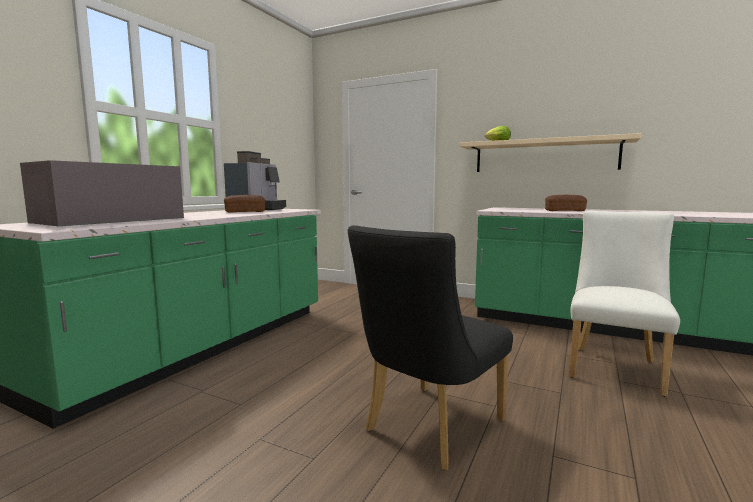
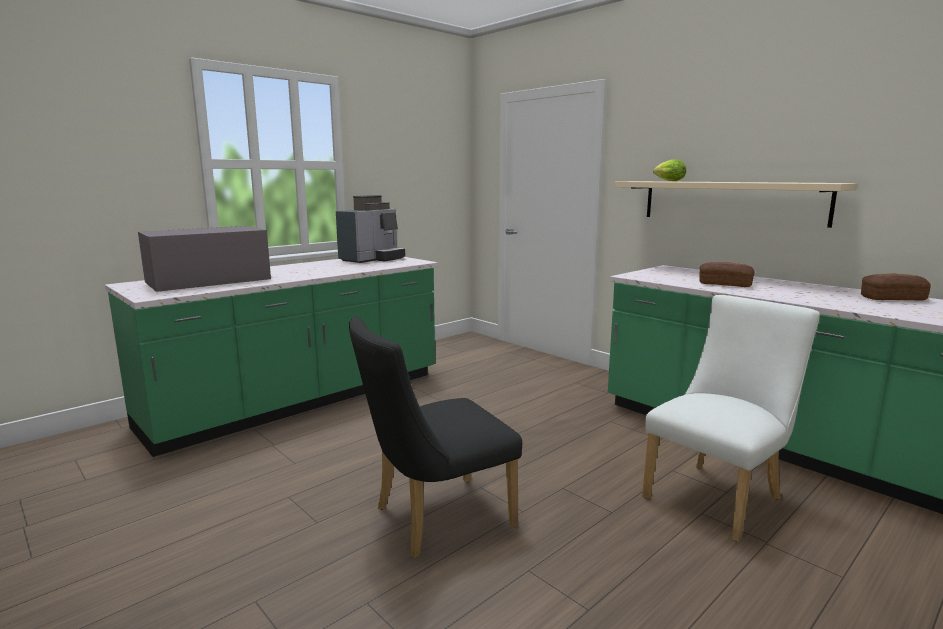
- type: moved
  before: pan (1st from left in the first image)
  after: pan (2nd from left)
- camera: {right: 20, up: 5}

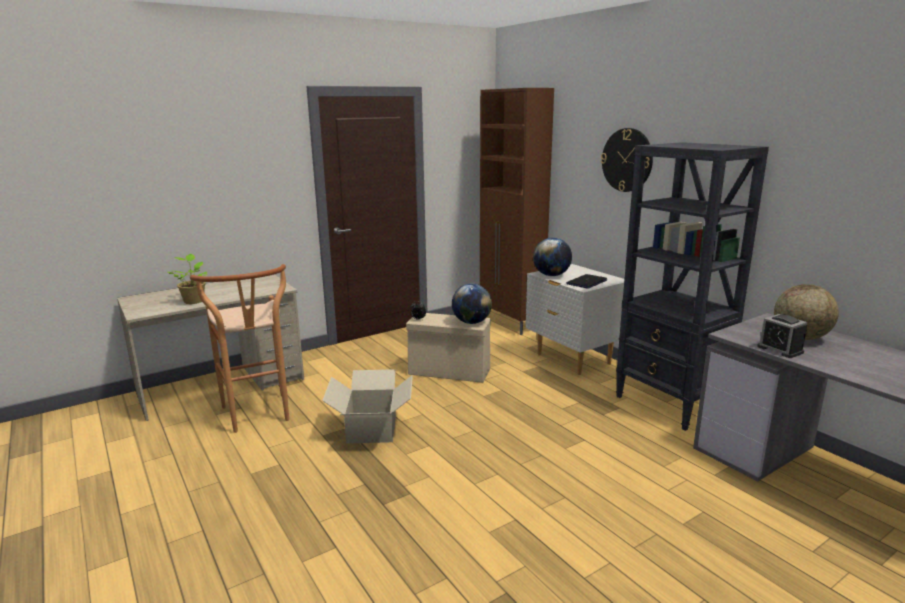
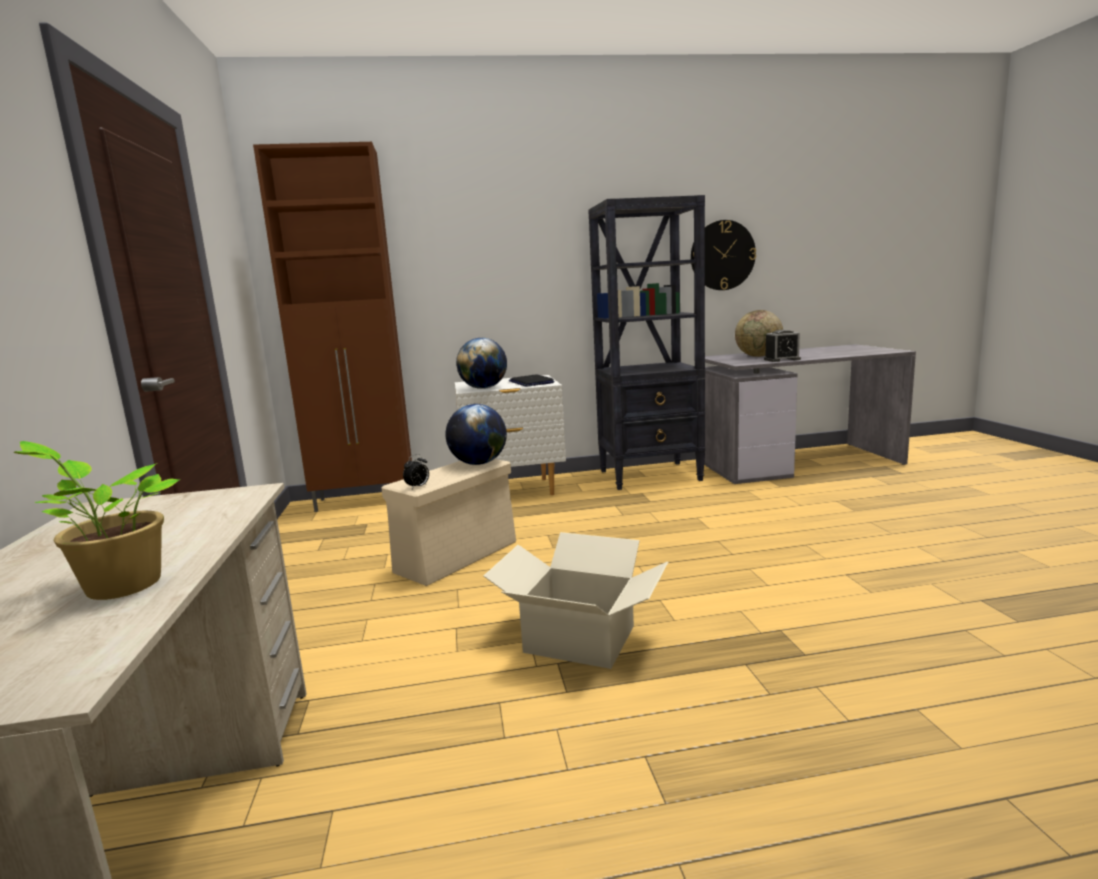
- type: removed
  before: taburete (marrón)
- type: moved
  before: reloj de pared
- camera: {right: -65, up: -5}

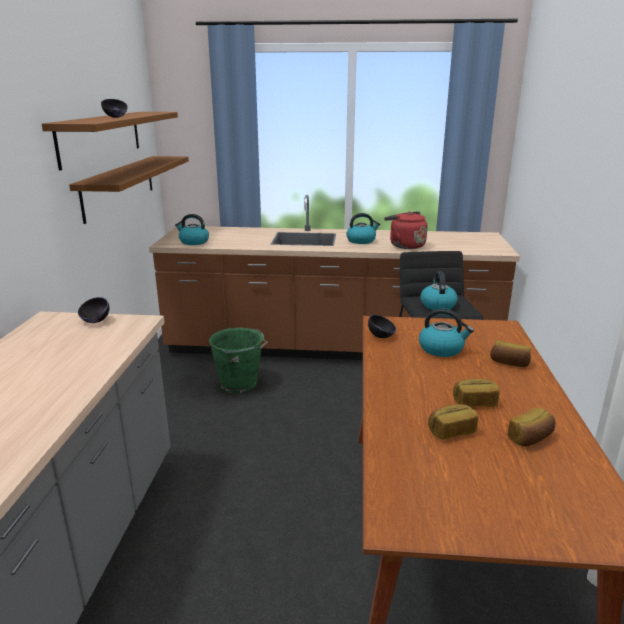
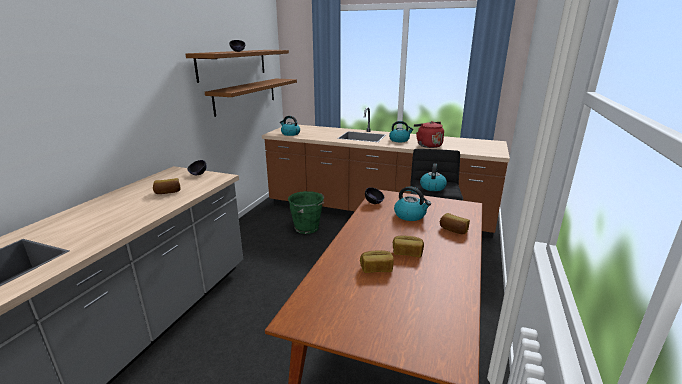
- type: moved
  before: pan (4th from left in the first image)
  after: pan (1st from left)
- camera: {right: 15, up: 0}

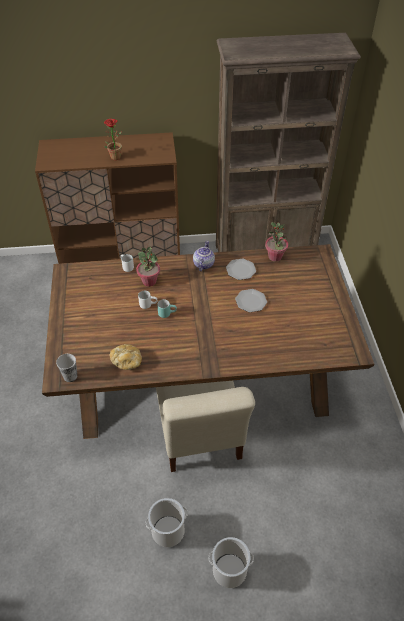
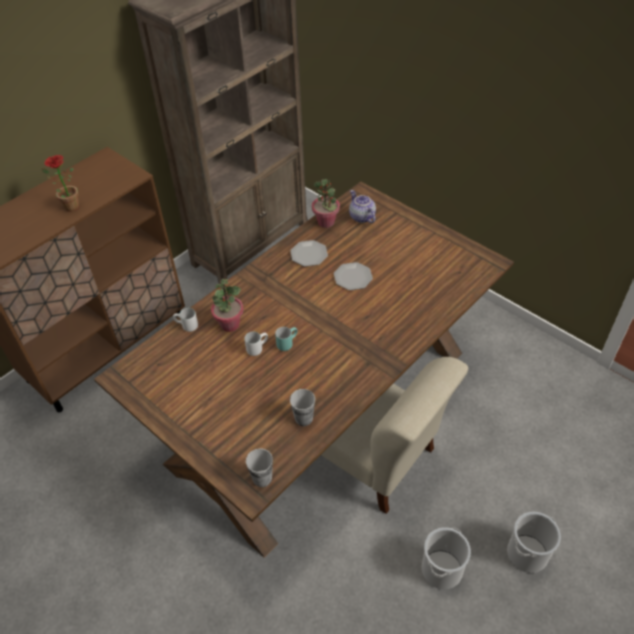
- type: replaced
  before: pan
  after: taza (2nd from left)
- type: moved
  before: tetera
- camera: {right: -40, up: 0}

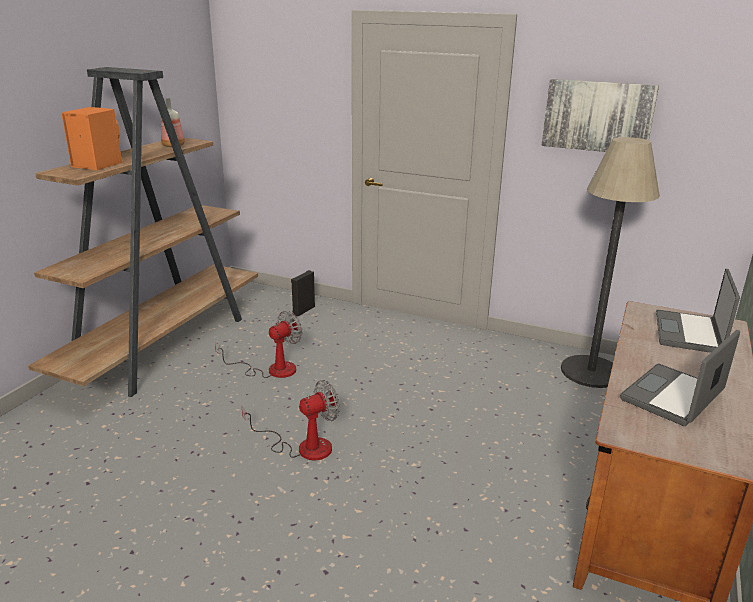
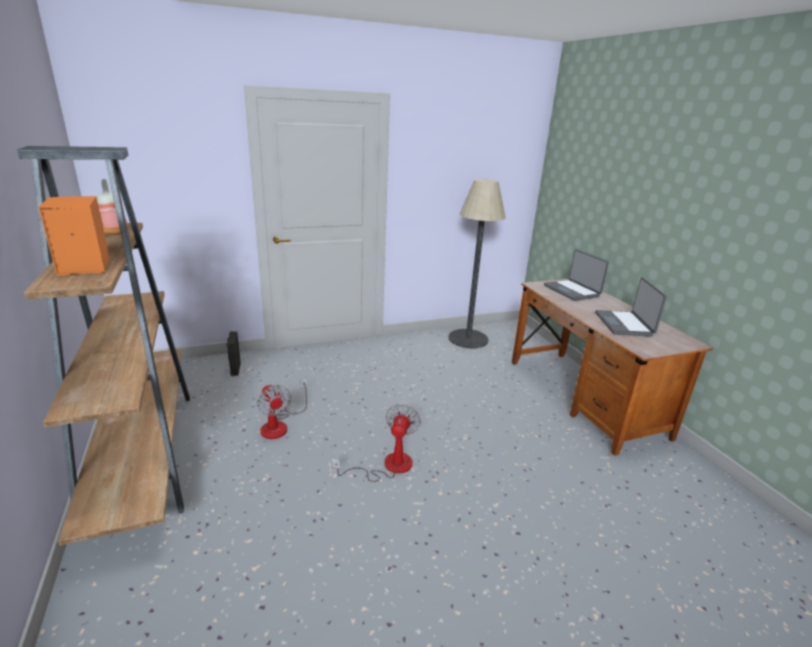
- type: turned
  before: ventilador (1st from left)
  turn: 150
- type: removed
  before: cuadro
- camera: {right: -45, up: 0}

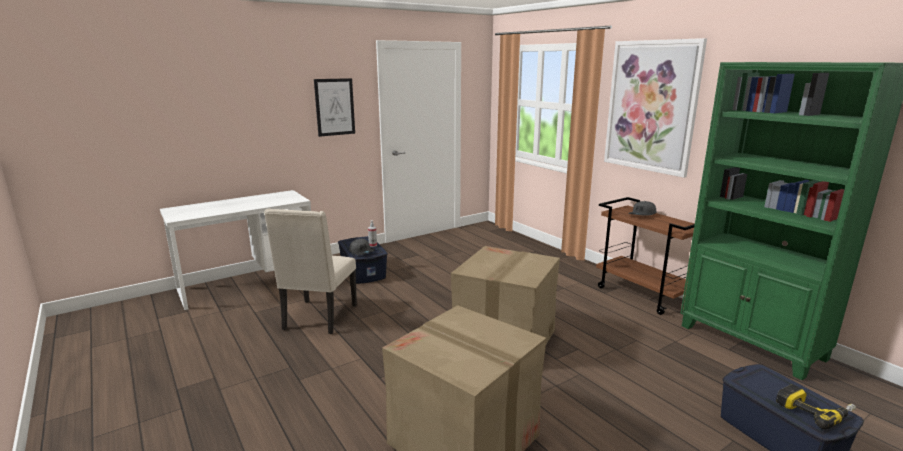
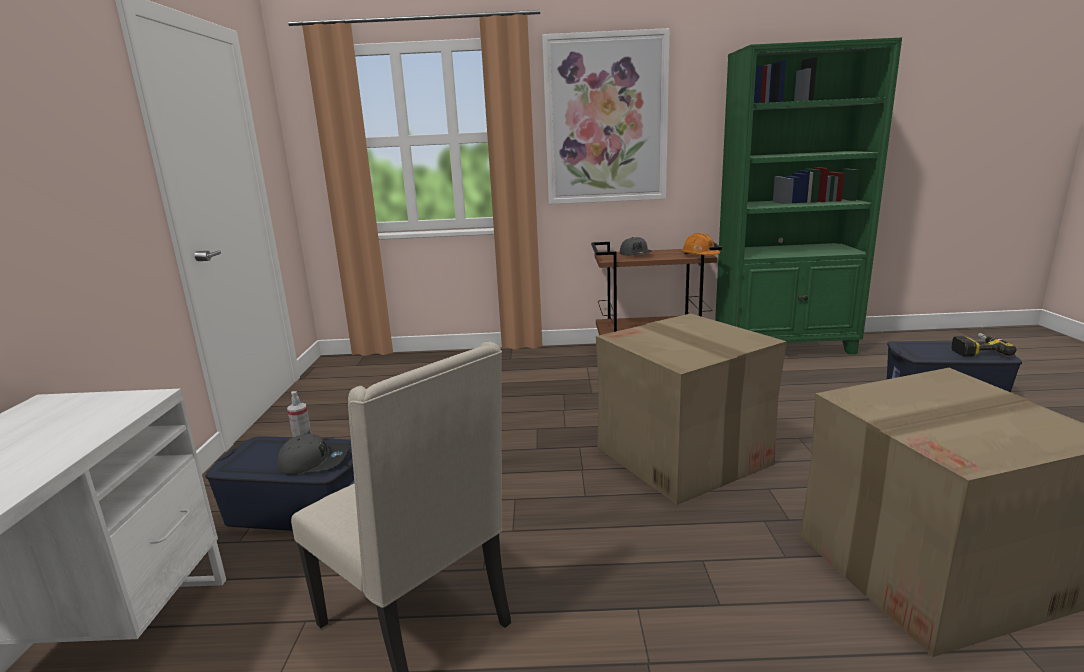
- type: removed
  before: cuadro (1st from left)
- type: added
  after: casco (naranja)
- camera: {right: -55, up: 0}

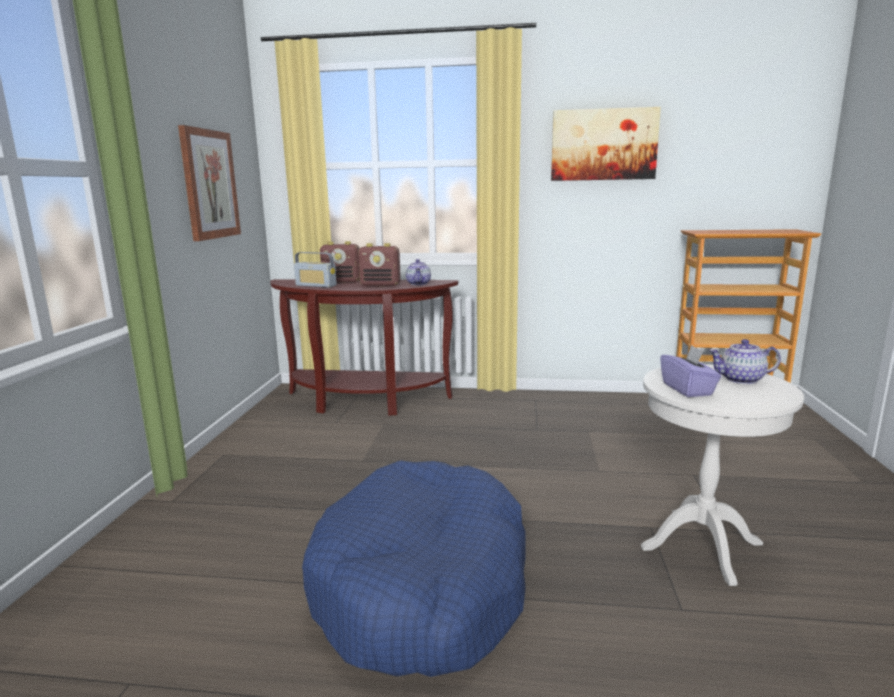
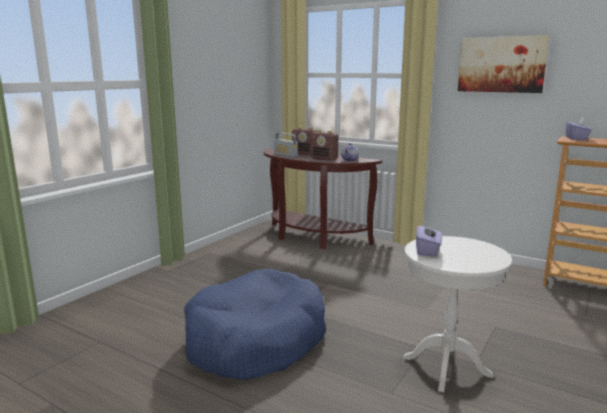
- type: removed
  before: cuadro (1st from left)
- type: removed
  before: tetera (2nd from left)
- type: added
  after: caja de pañuelos (morado) (2nd from left)
- camera: {right: 25, up: 0}

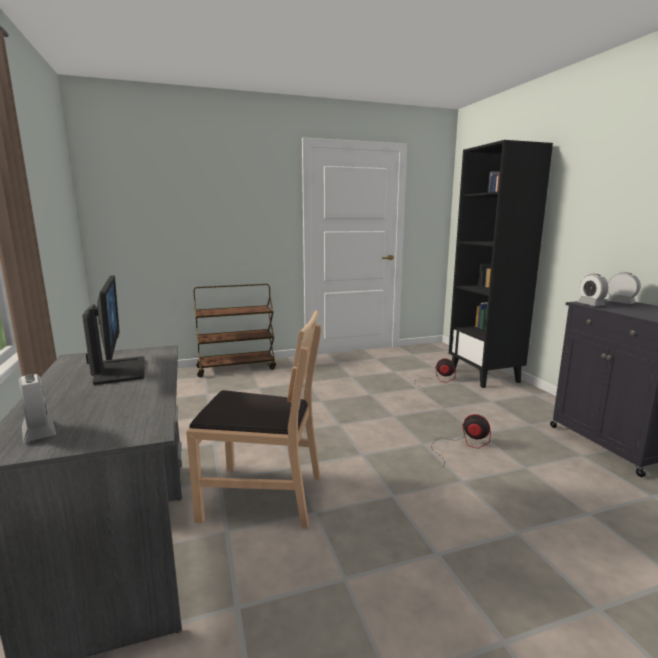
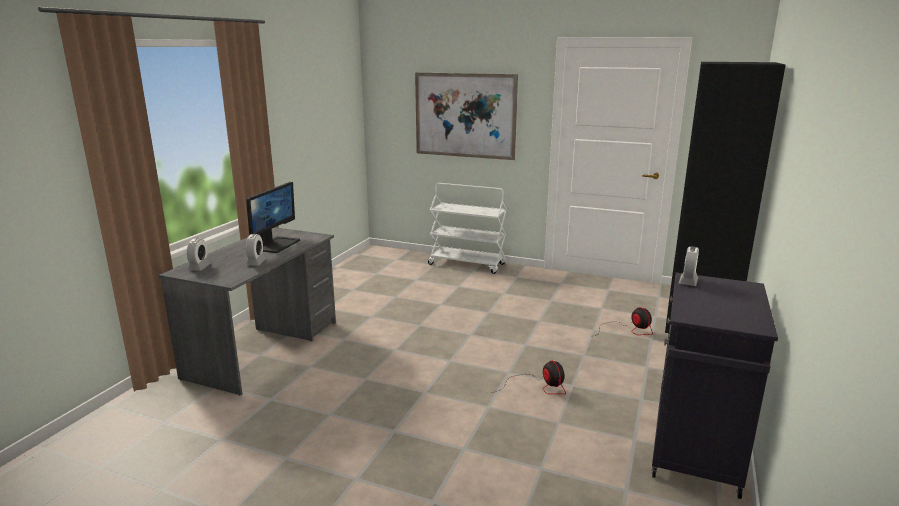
- type: removed
  before: silla (marrón)
- type: recoloured
  before: carrito (marrón)
  after: carrito (blanco)
- type: moved
  before: despertador (3rd from left in the first image)
  after: despertador (2nd from left)
- type: added
  after: cuadro
- camera: {right: 40, up: 5}

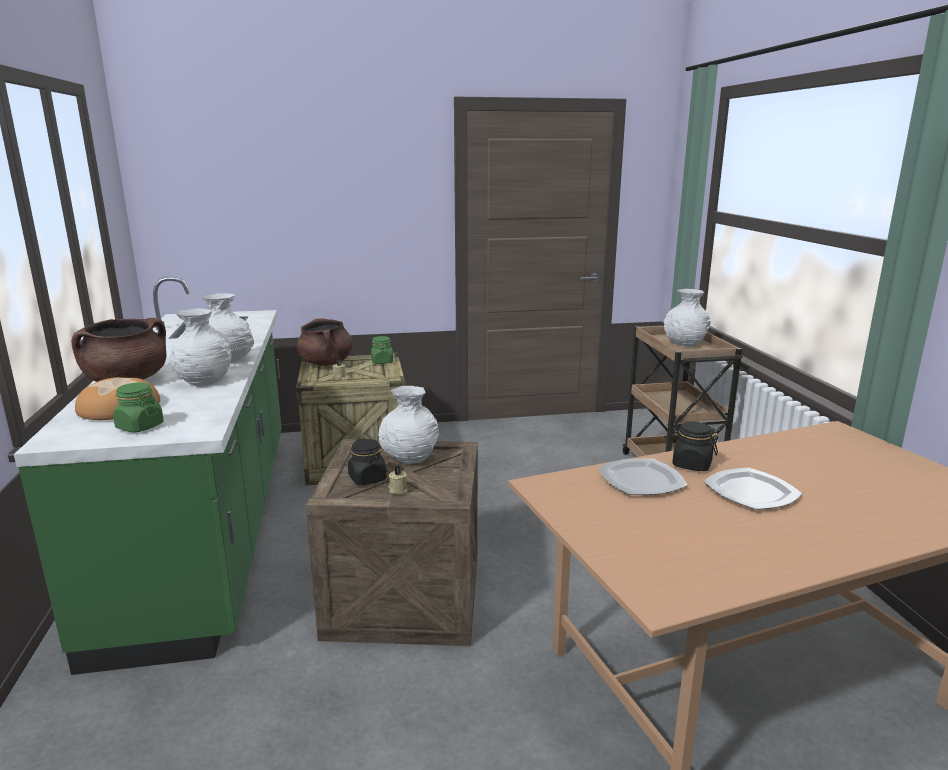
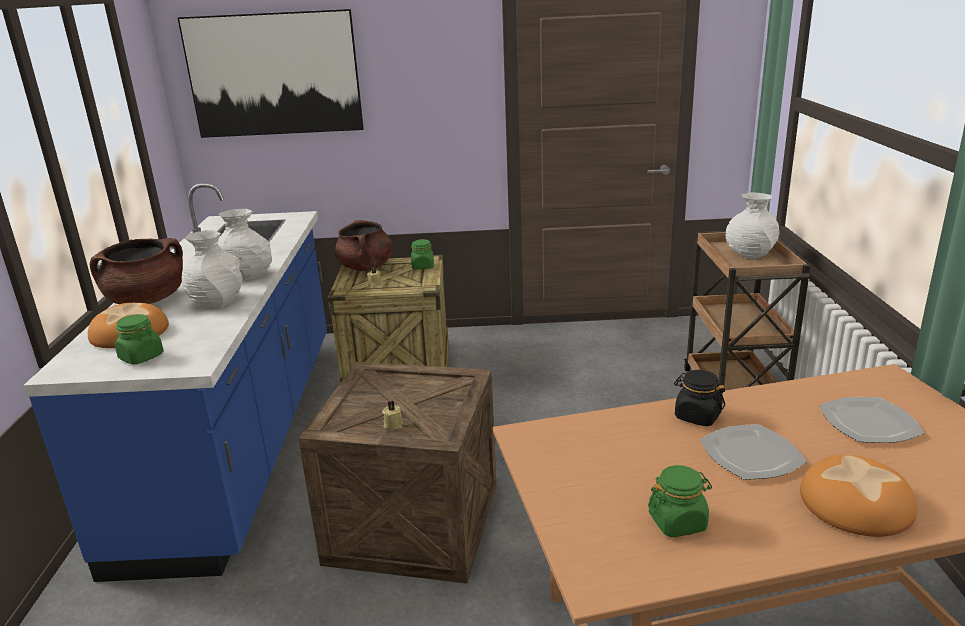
- type: recoloured
  before: mueble bajo de cocina (verde)
  after: mueble bajo de cocina (azul)
- type: removed
  before: tarro (negro) (1st from left)
- type: removed
  before: florero (blanco) (3rd from left)
- type: moved
  before: plato (1st from left in the first image)
  after: plato (2nd from left)
- type: added
  after: cuadro
- type: added
  after: tarro (verde) (3rd from left)
- type: added
  after: pan (2nd from left)
- camera: {right: 10, up: 5}

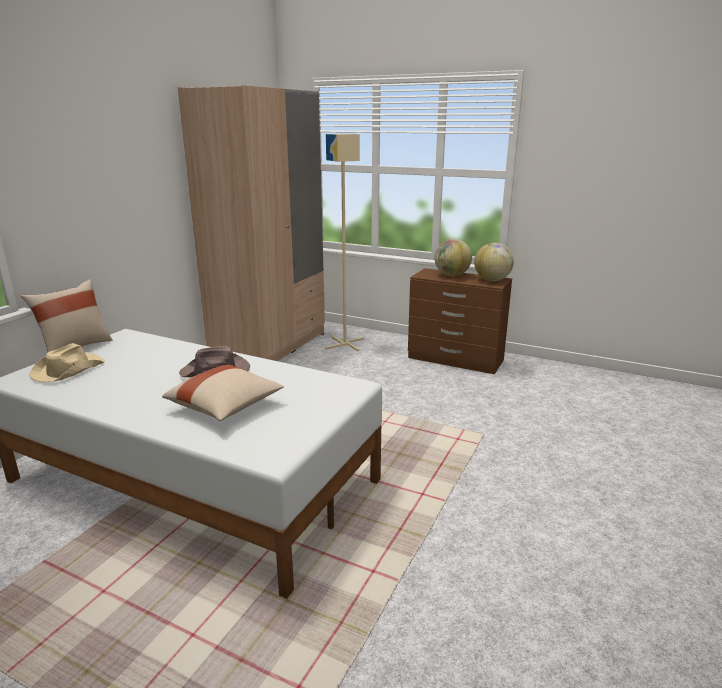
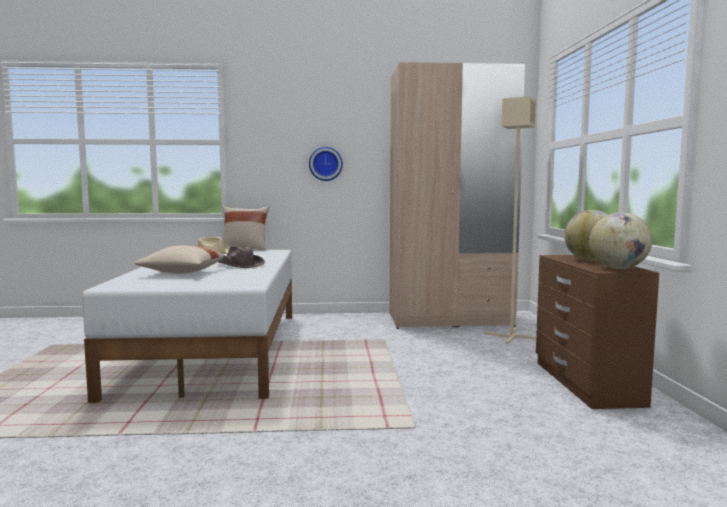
- type: added
  after: reloj de pared
- camera: {right: 60, up: -15}

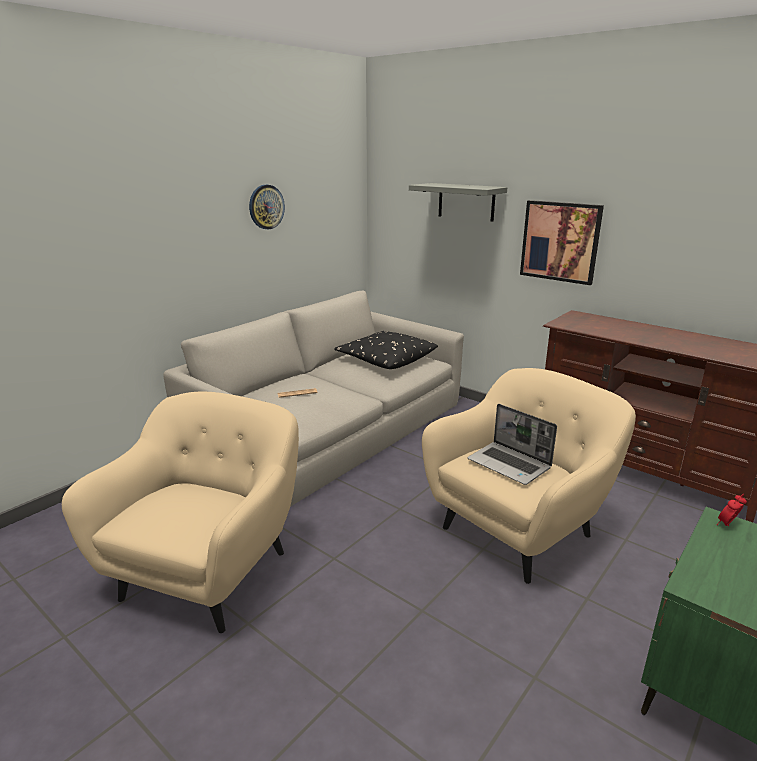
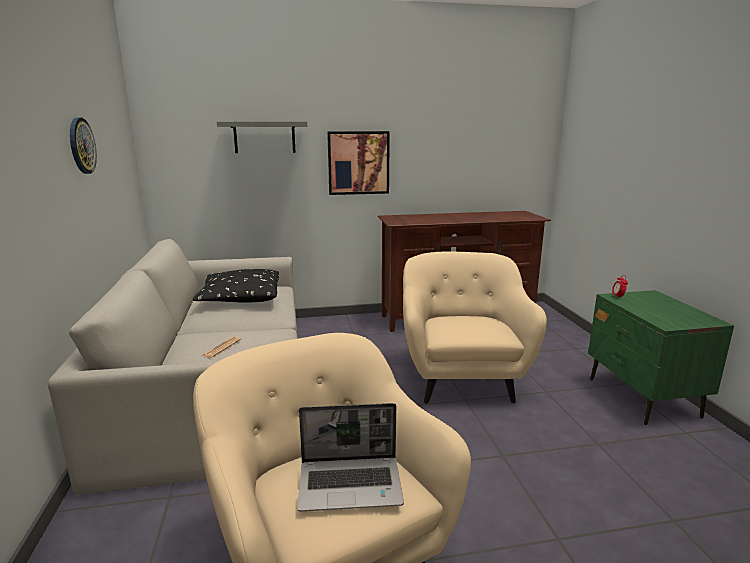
- type: moved
  before: portátil
- camera: {right: -50, up: -5}

